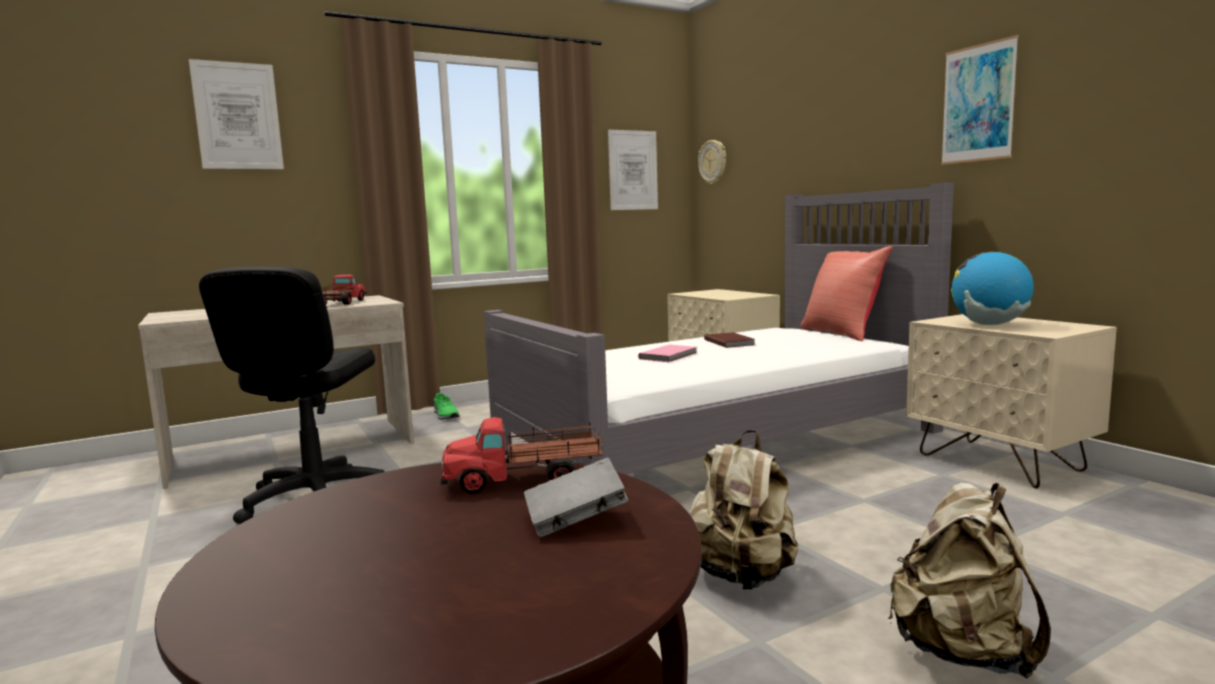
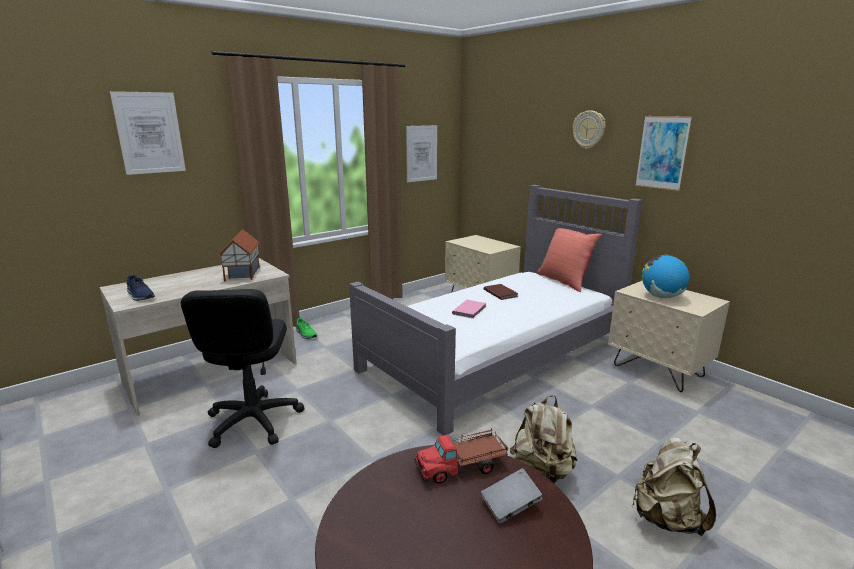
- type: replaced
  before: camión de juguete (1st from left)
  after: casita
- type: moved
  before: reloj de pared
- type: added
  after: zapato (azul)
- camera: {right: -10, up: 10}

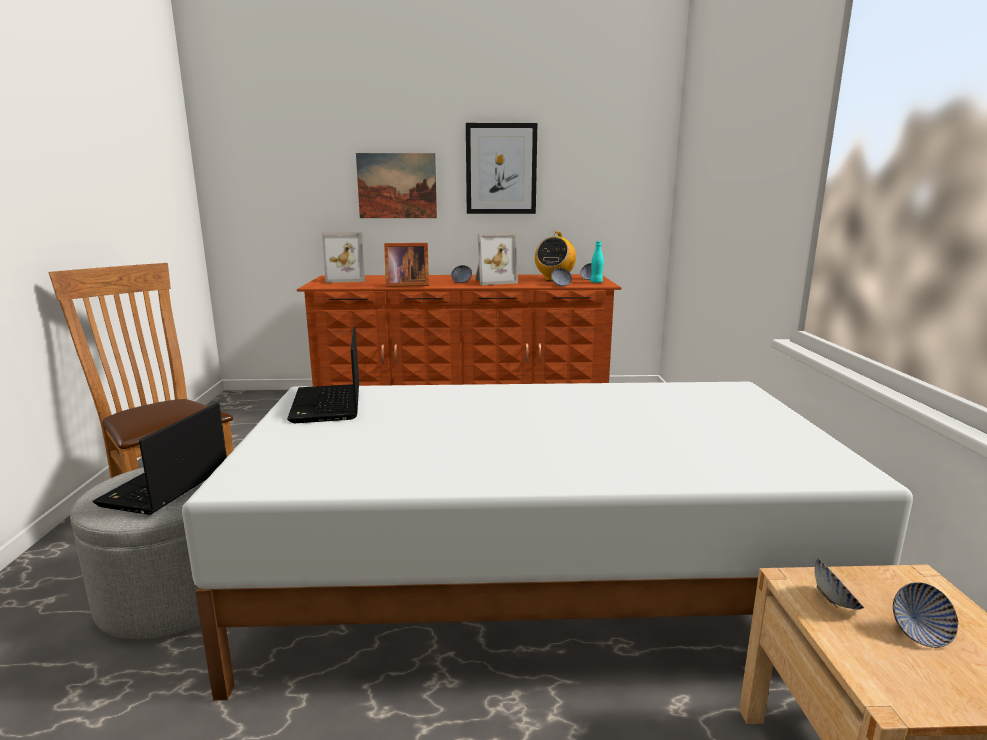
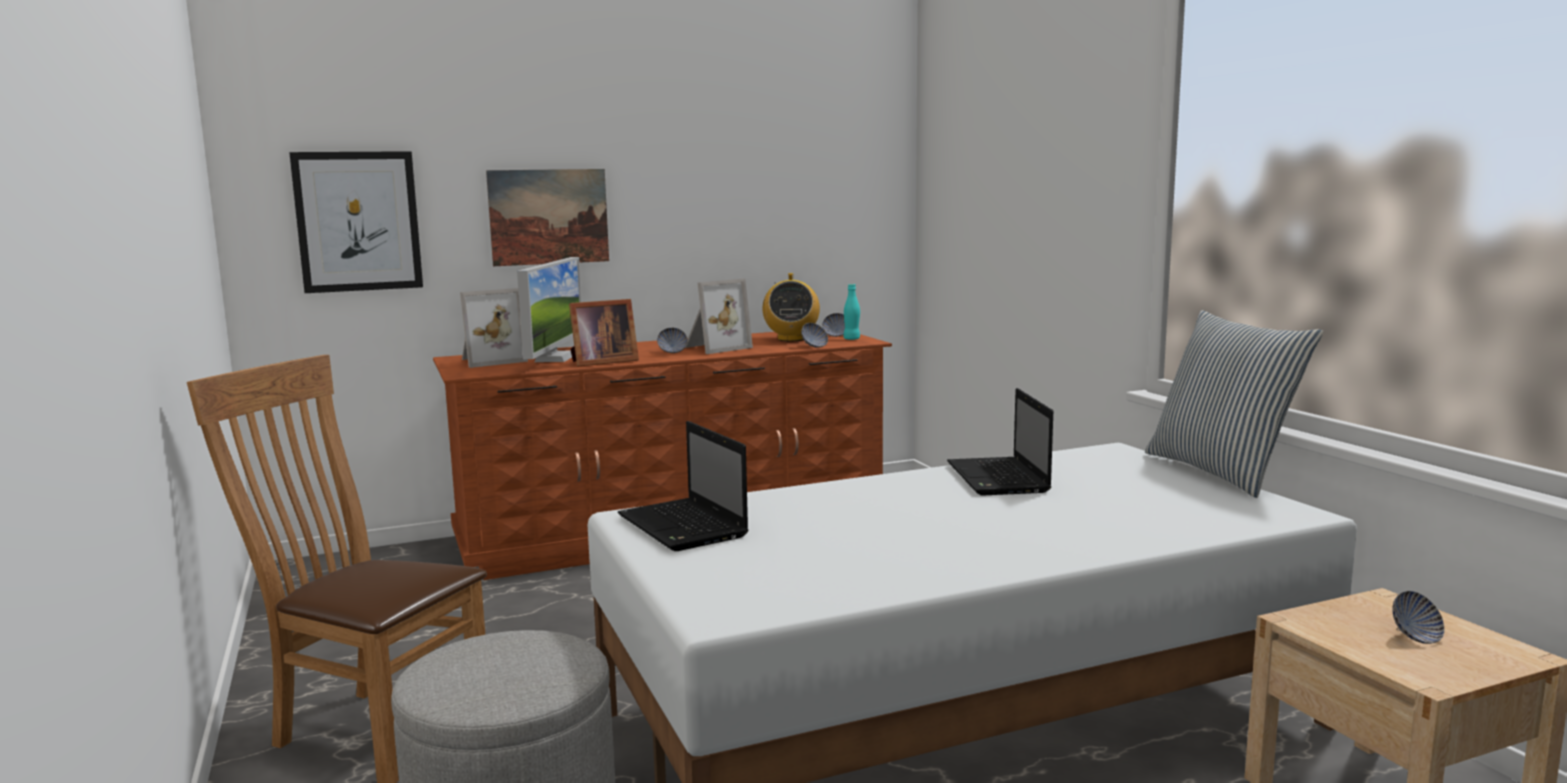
- type: moved
  before: portátil (1st from left in the first image)
  after: portátil (2nd from left)
- type: moved
  before: cuadro (2nd from left in the first image)
  after: cuadro (1st from left)
- type: removed
  before: cuenco (4th from left)
- type: added
  after: monitor
- type: added
  after: cojín
- camera: {right: -20, up: -5}

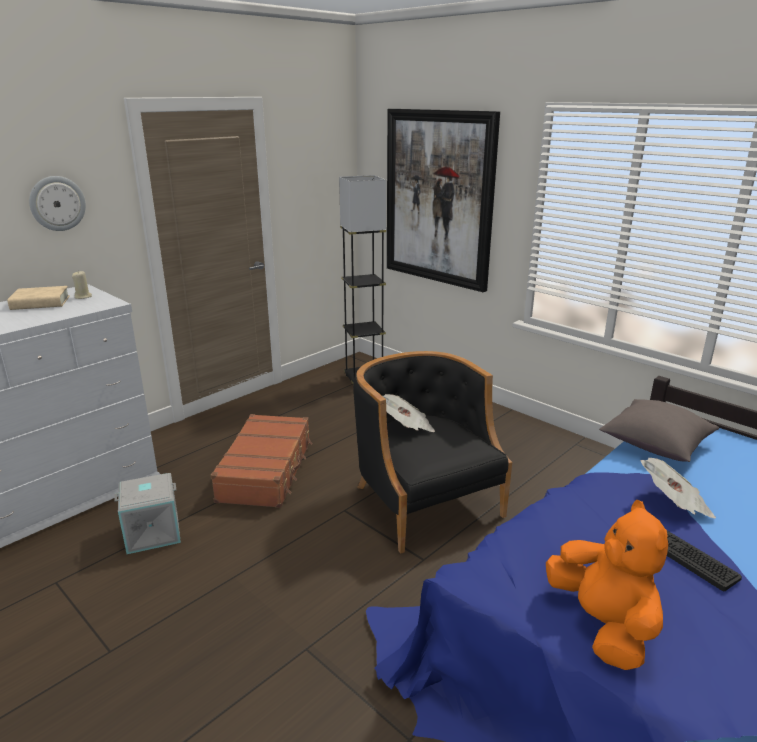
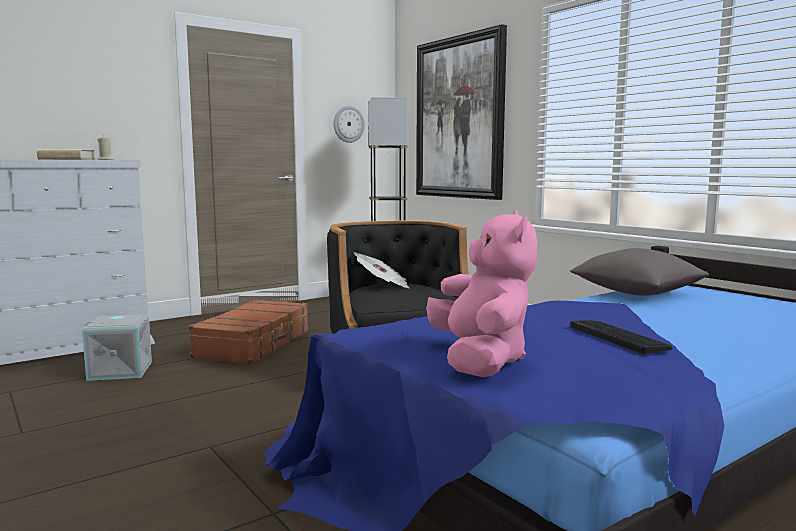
- type: moved
  before: reloj de pared
- type: recoloured
  before: peluche (naranja)
  after: peluche (rosa)
- type: removed
  before: periódico (2nd from left)
- camera: {right: 10, up: -15}

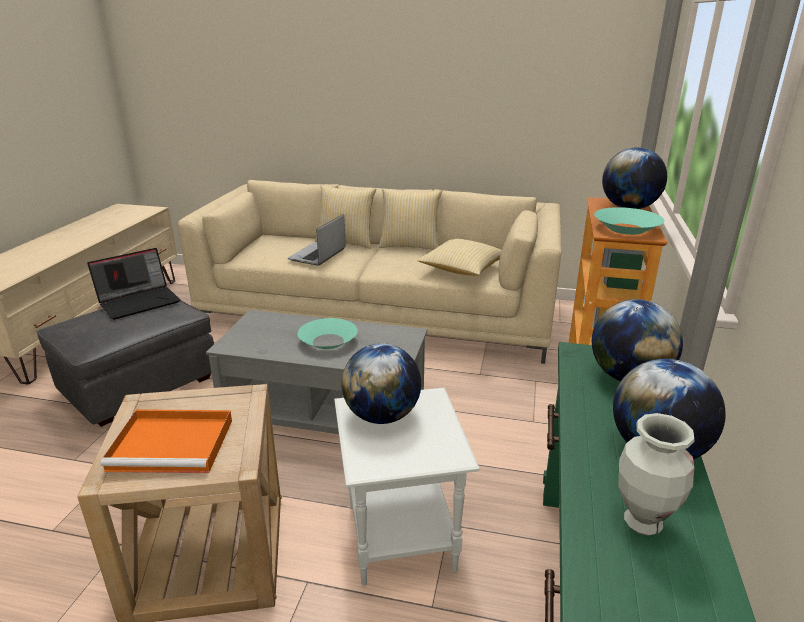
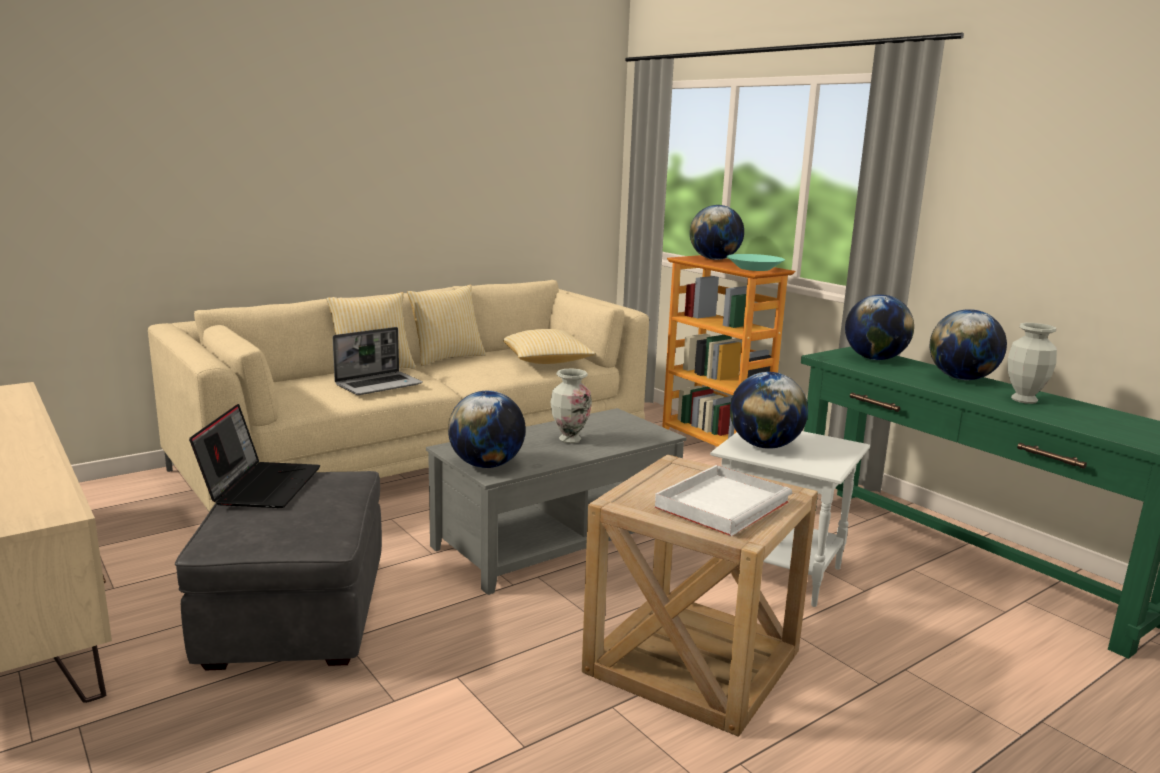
- type: recoloured
  before: bandeja (naranja)
  after: bandeja (blanco)
- type: turned
  before: portátil (2nd from left)
  turn: -105
- type: replaced
  before: cuenco (turquesa) (1st from left)
  after: florero (1st from left)
- type: added
  after: globo terráqueo (1st from left)
- camera: {right: -50, up: -10}

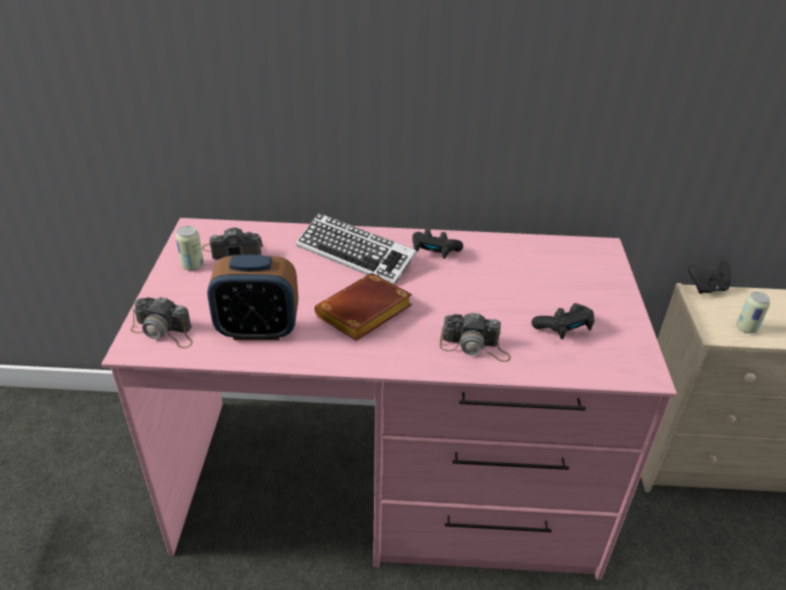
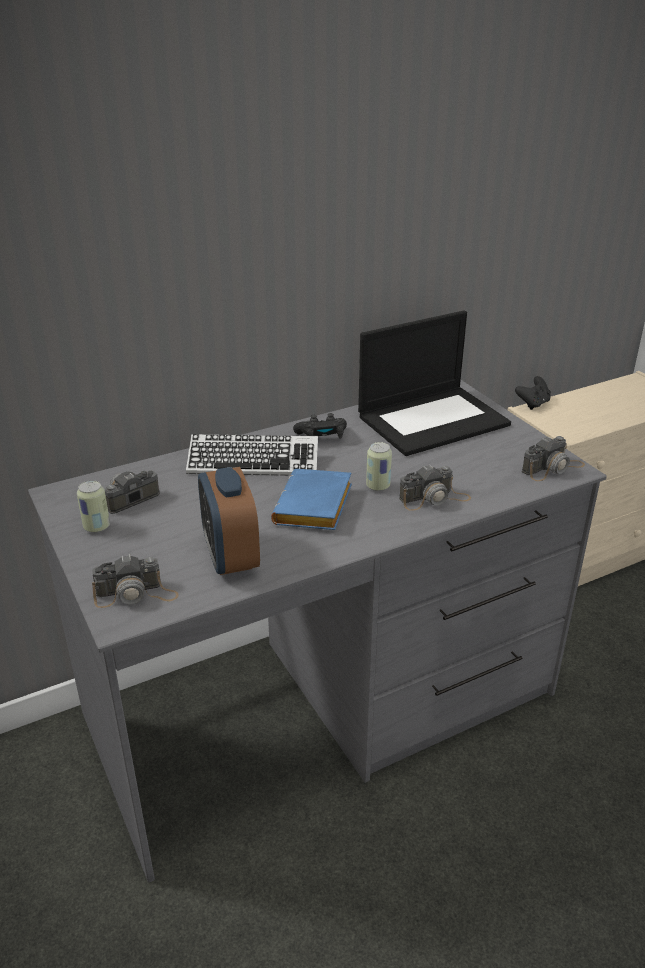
- type: recoloured
  before: escritorio (rosa)
  after: escritorio (gris)
- type: turned
  before: despertador
  turn: 105
- type: recoloured
  before: libro (marrón)
  after: libro (azul)
- type: removed
  before: mando de consola (negro) (2nd from left)
- type: moved
  before: lata (2nd from left)
- type: added
  after: portátil
- type: added
  after: cámara (4th from left)
- camera: {right: -30, up: -5}

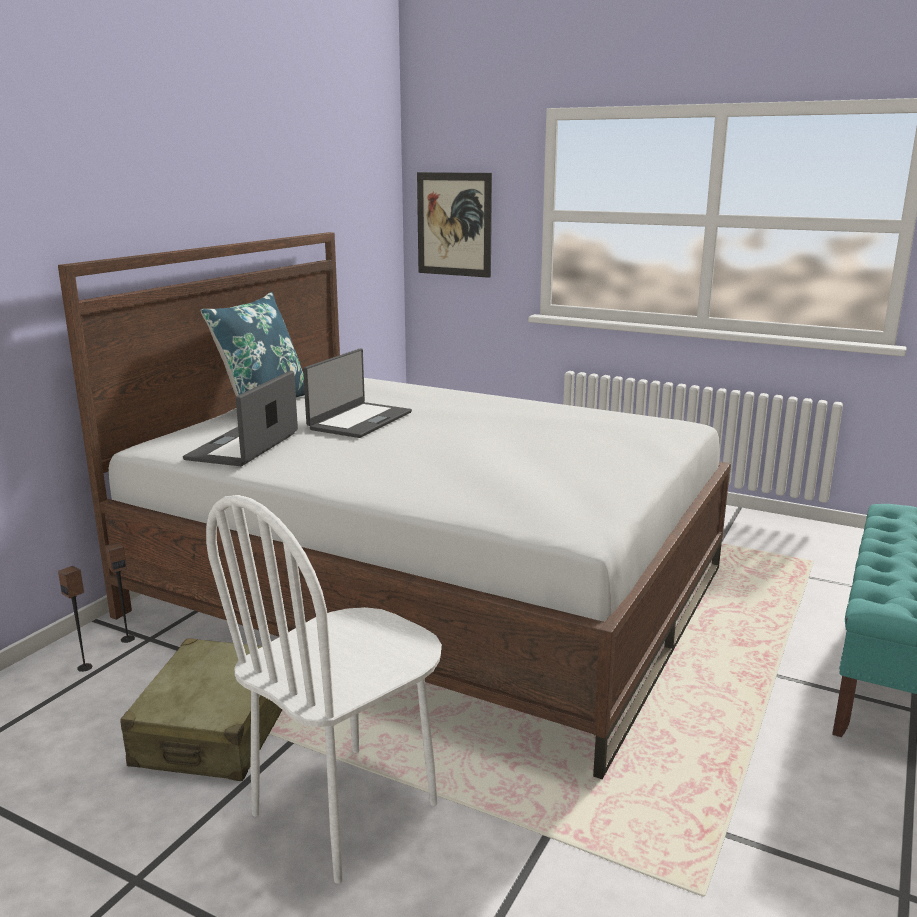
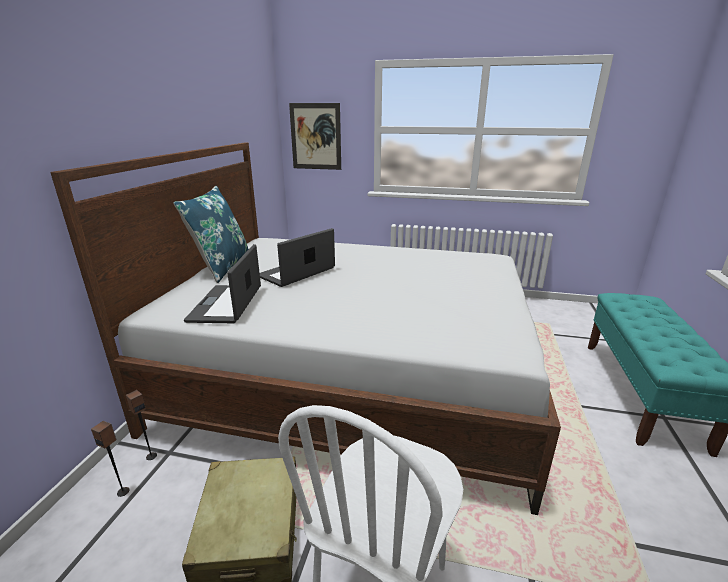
- type: turned
  before: portátil (2nd from left)
  turn: -150
- camera: {right: -15, up: 5}

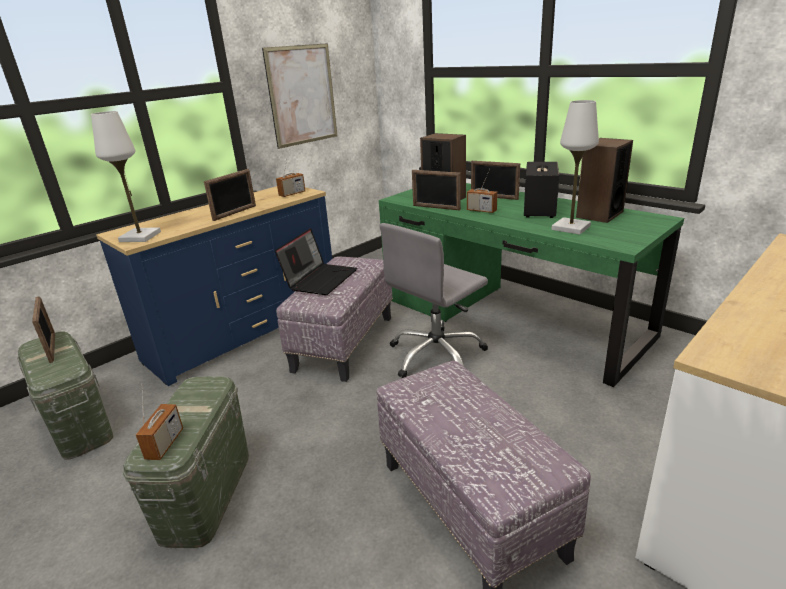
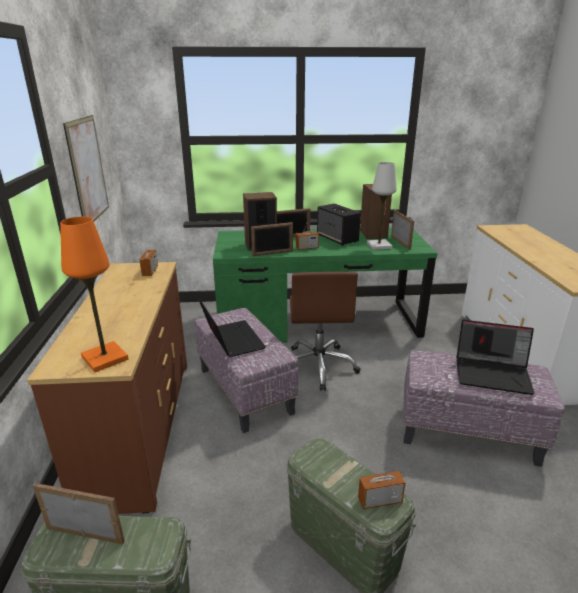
- type: recoloured
  before: lámpara de mesa (blanco) (1st from left)
  after: lámpara de mesa (naranja)
- type: recoloured
  before: cómoda (azul)
  after: cómoda (marrón)
- type: turned
  before: radio (1st from left in the first image)
  turn: -60
- type: moved
  before: portarretratos (2nd from left in the first image)
  after: portarretratos (4th from left)
- type: recoloured
  before: silla de oficina (gris)
  after: silla de oficina (marrón)
- type: added
  after: portátil (2nd from left)
- camera: {right: -50, up: 0}

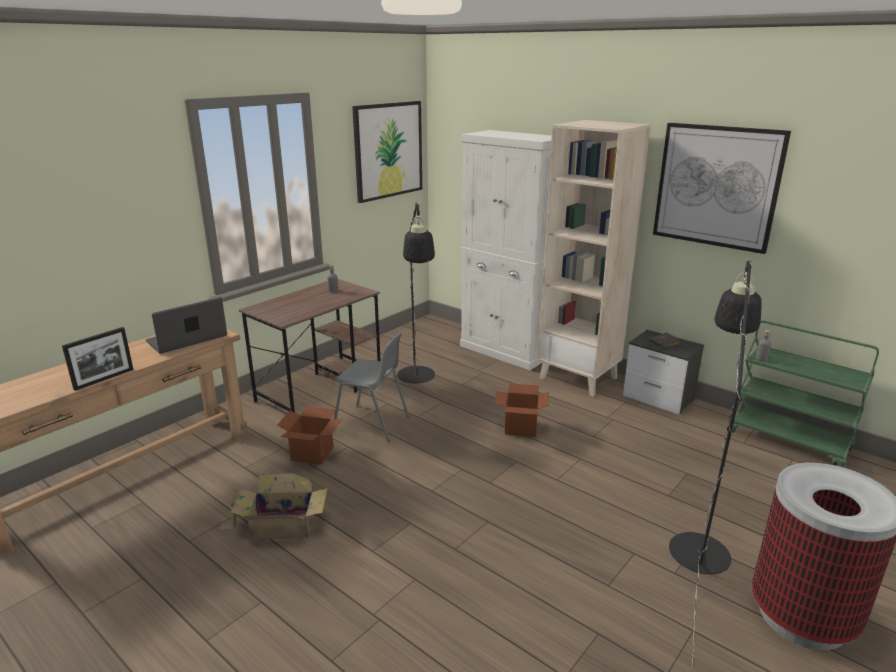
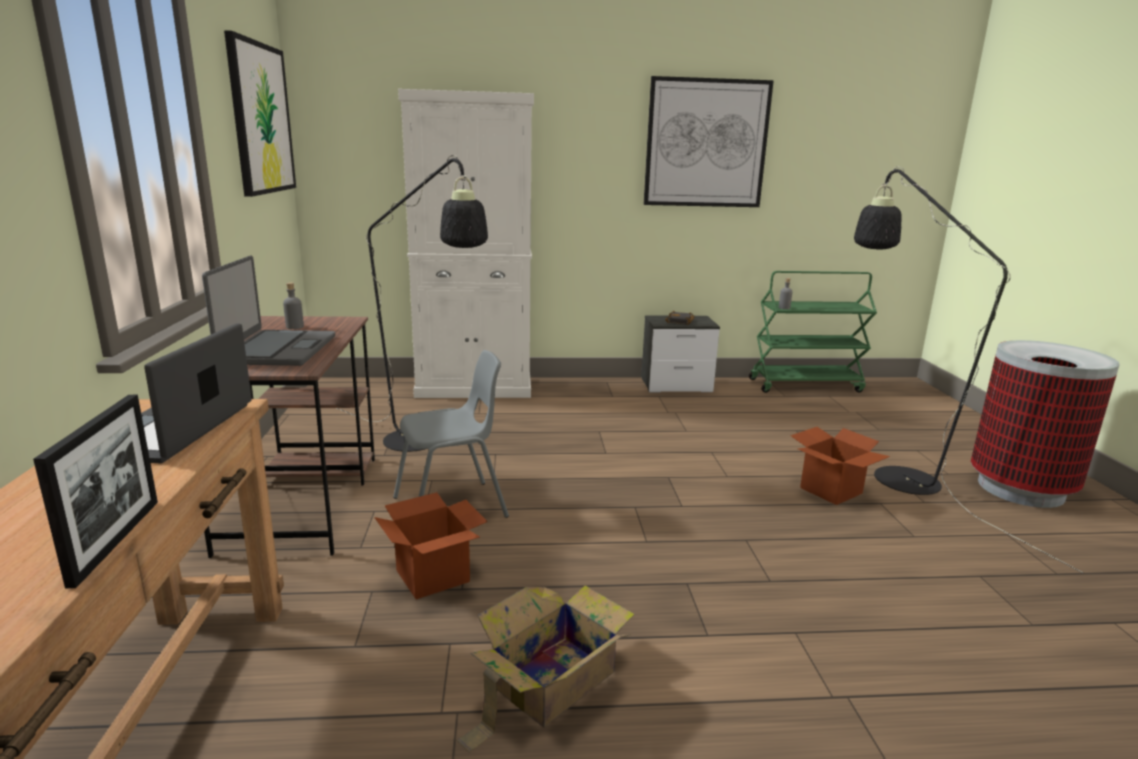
- type: moved
  before: caja de cartón (3rd from left)
- type: removed
  before: estantería (beis)
- type: added
  after: portátil (2nd from left)
- camera: {right: -45, up: -5}

